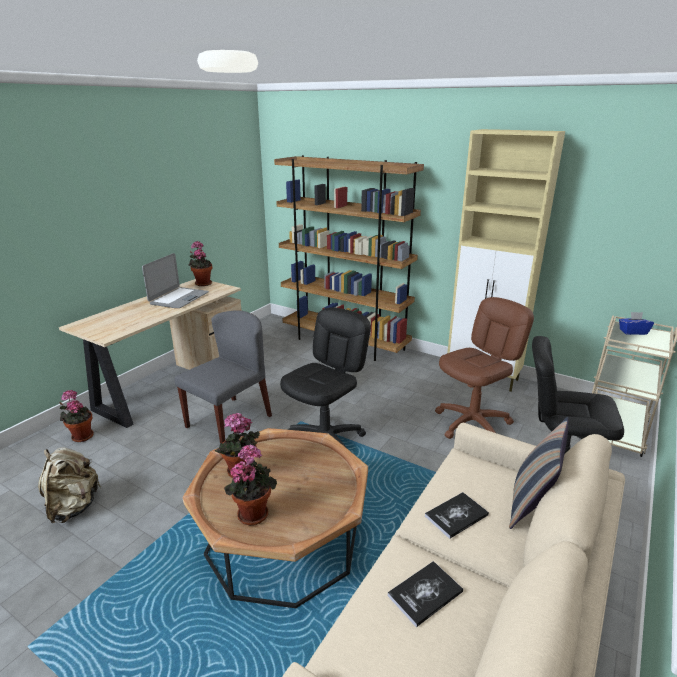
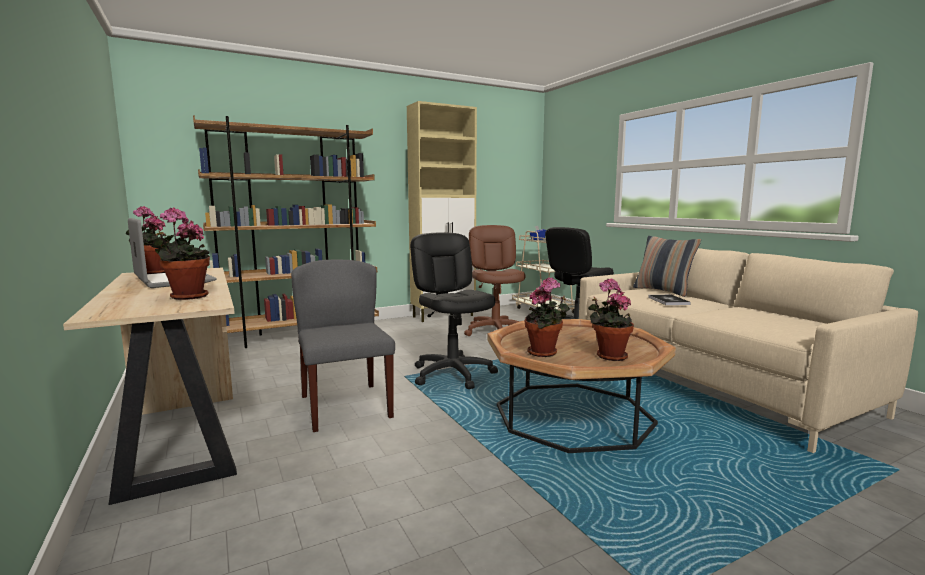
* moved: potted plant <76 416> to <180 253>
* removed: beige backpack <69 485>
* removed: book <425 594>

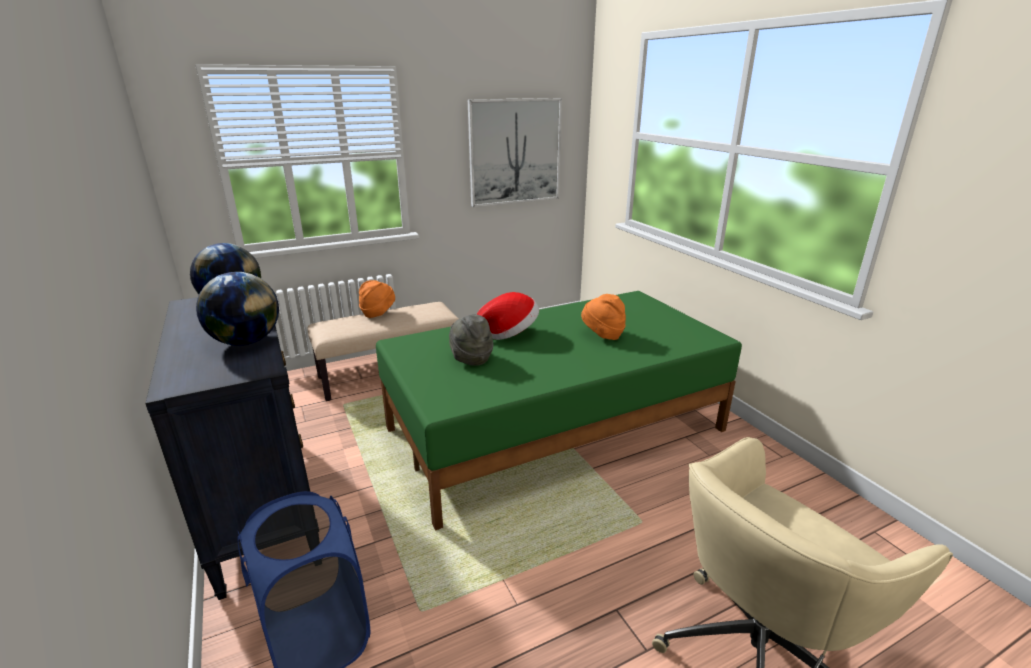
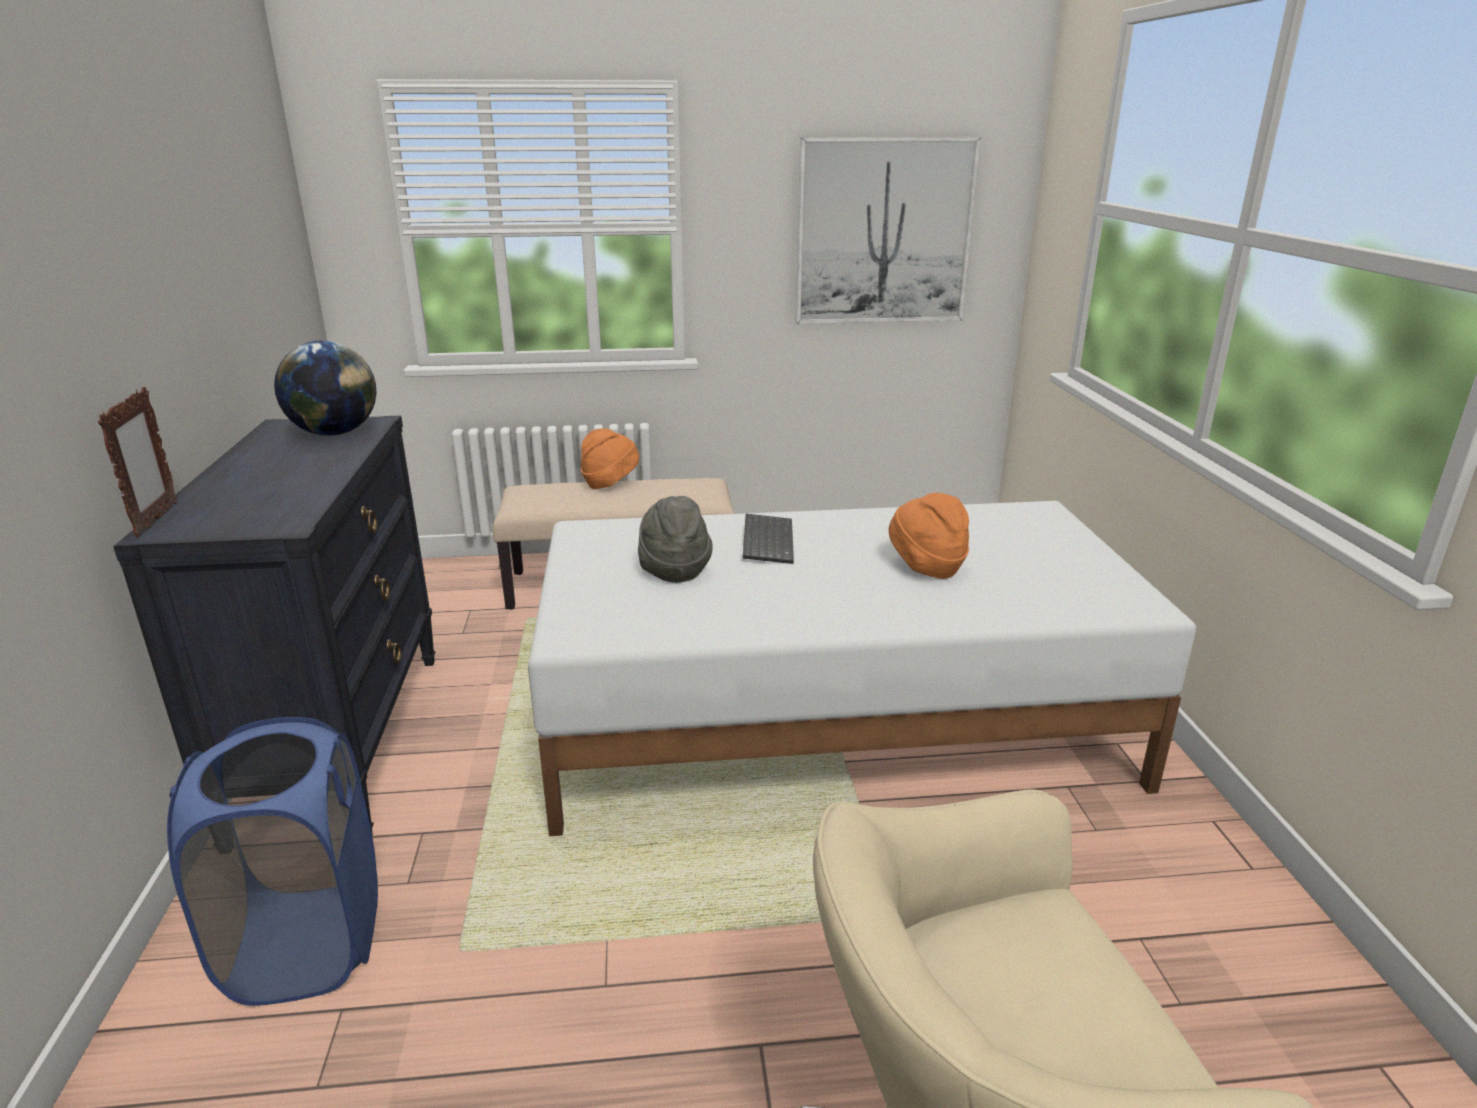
* removed: globe <237 309>
* recoloured: green bed <559 411> to white bed <862 668>
* replaced: hat <508 316> to keyboard <768 539>
* added: picture frame <137 462>

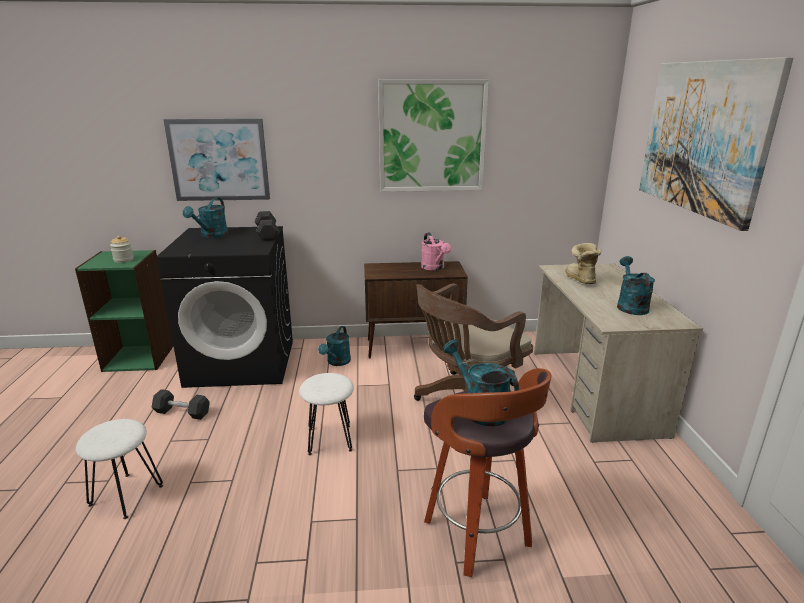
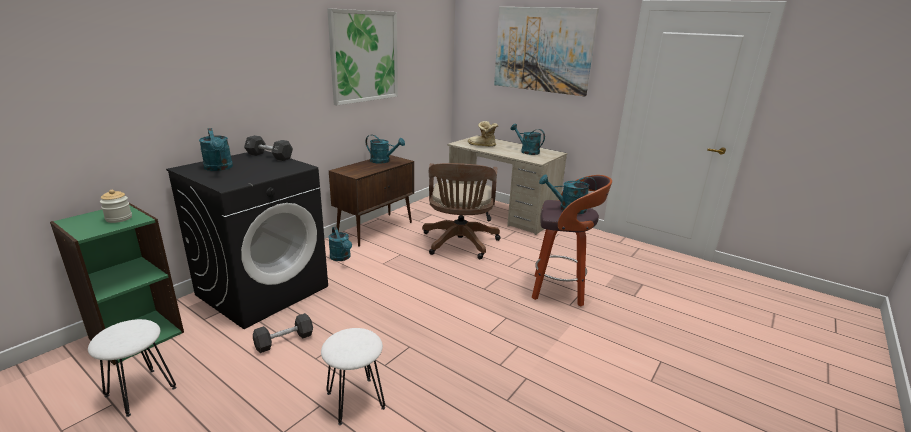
* removed: picture <216 160>
* recoloured: pink watering can <436 251> to turquoise watering can <385 149>
* moved: white stool <326 414> to <132 368>

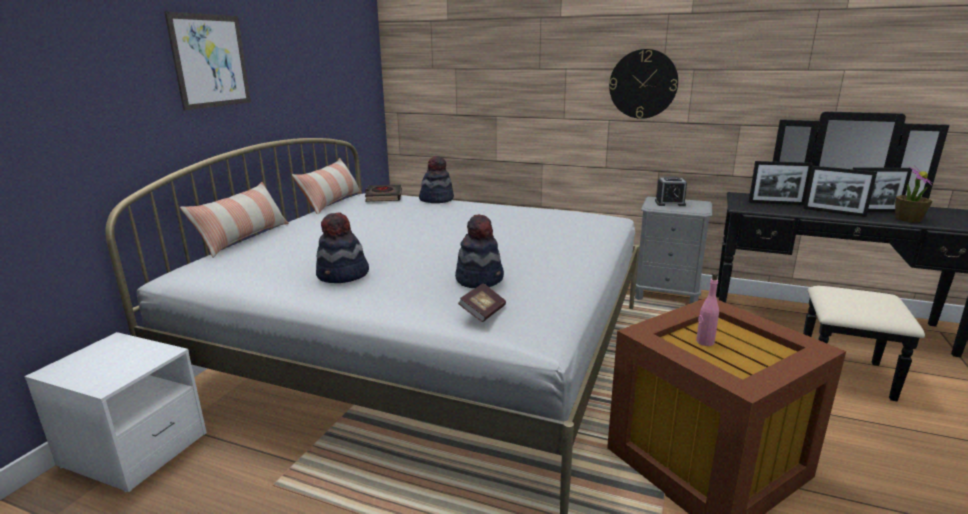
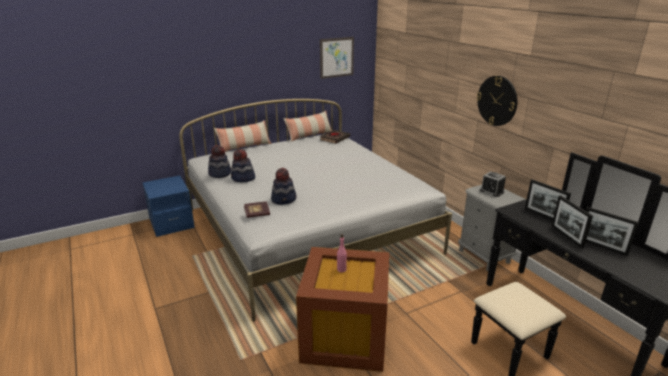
* moved: picture <207 61> to <337 58>
* moved: hat <436 179> to <219 161>
* removed: potted plant <914 194>
* recoloured: white nightstand <115 412> to blue nightstand <168 206>

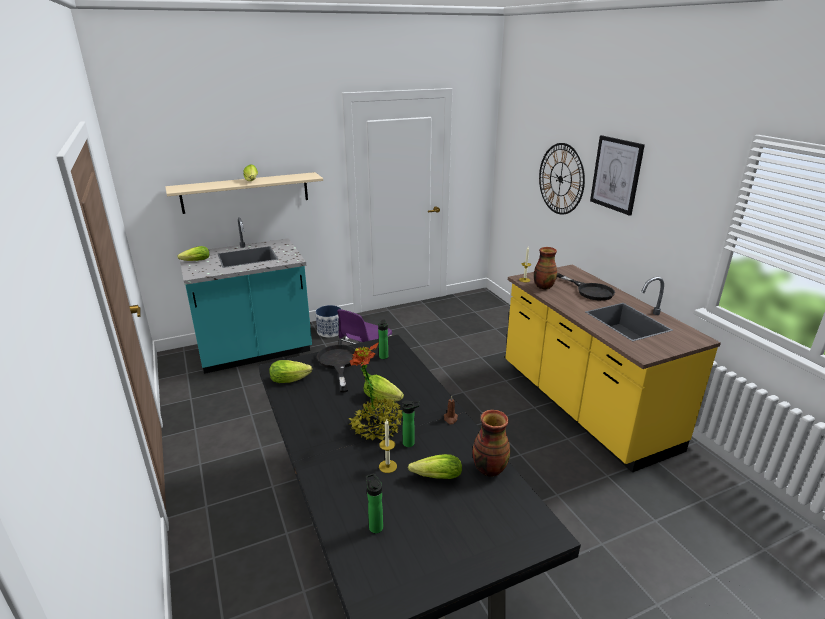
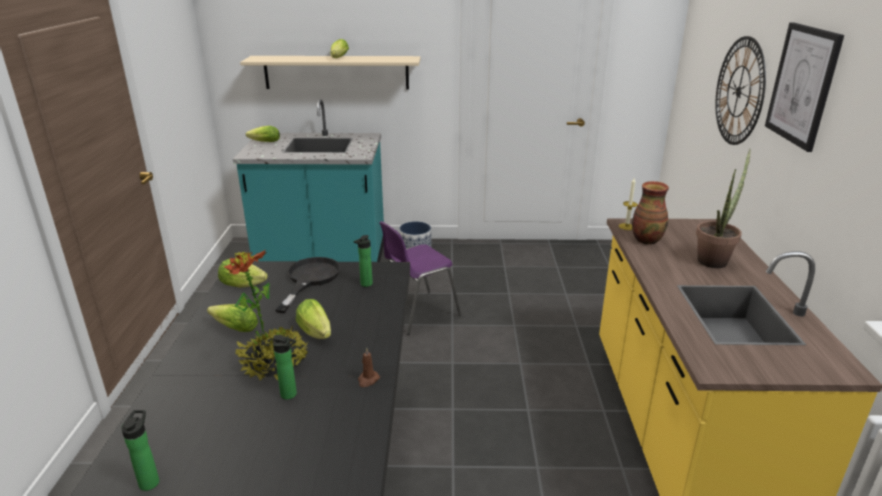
* replaced: black frying pan <586 287> to potted plant <723 208>
* removed: vase <491 443>
* removed: candle <388 446>
* moved: lettuce <435 466> to <232 318>

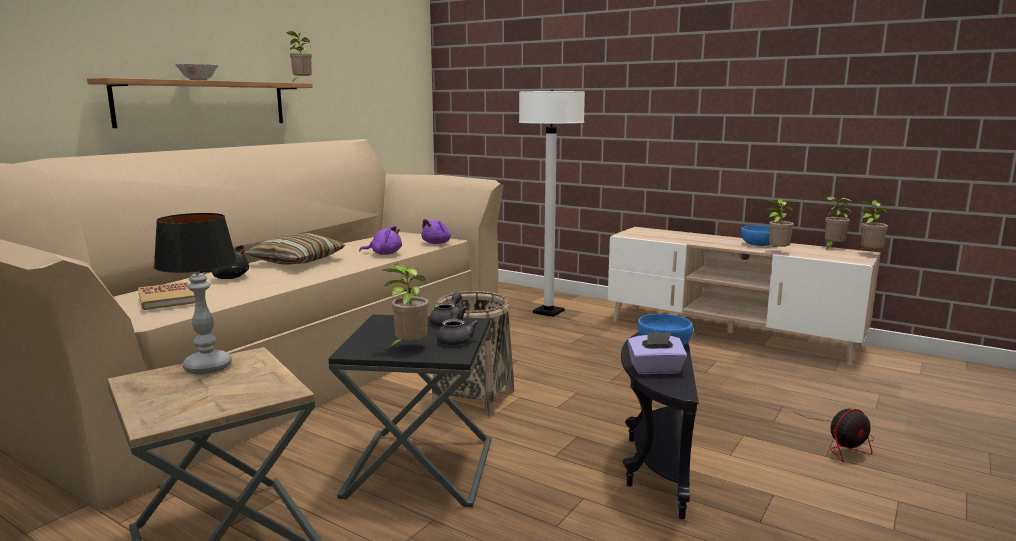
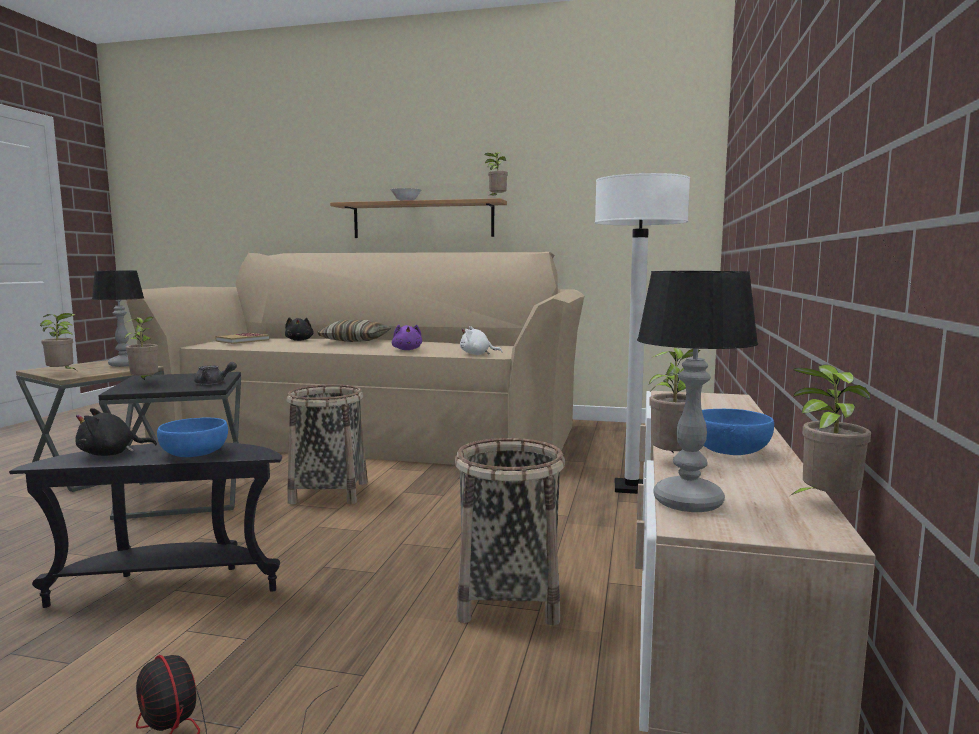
* moved: potted plant <872 225> to <58 342>
* recoloured: purple plush toy <436 231> to white plush toy <481 340>
* removed: grey teapot <458 326>
* replaced: purple tissue box <657 353> to black plush toy <116 432>
* added: table lamp <697 391>
* added: basket <510 531>

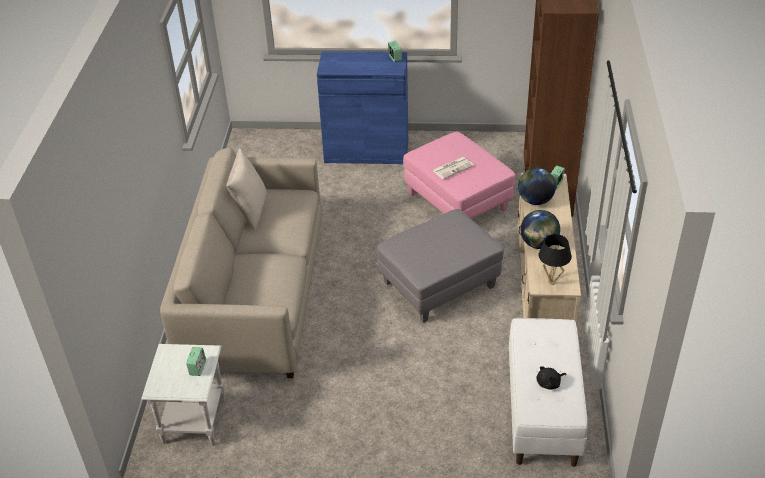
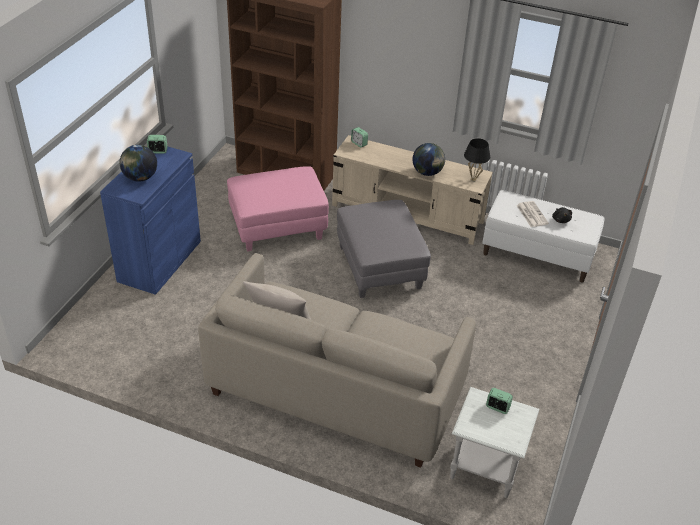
* moved: newspaper <453 168> to <533 214>
* moved: globe <537 186> to <138 163>

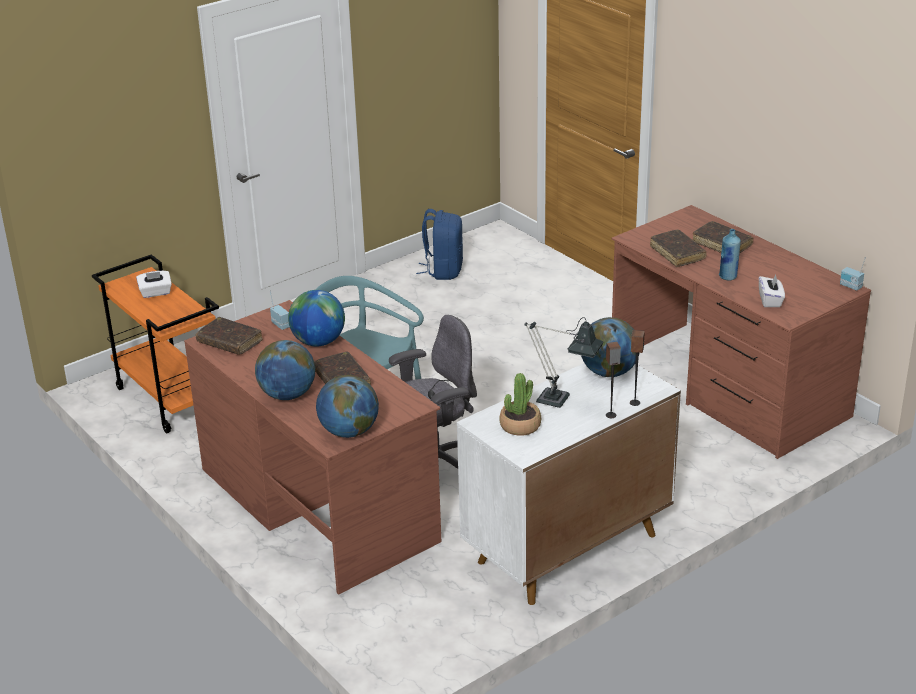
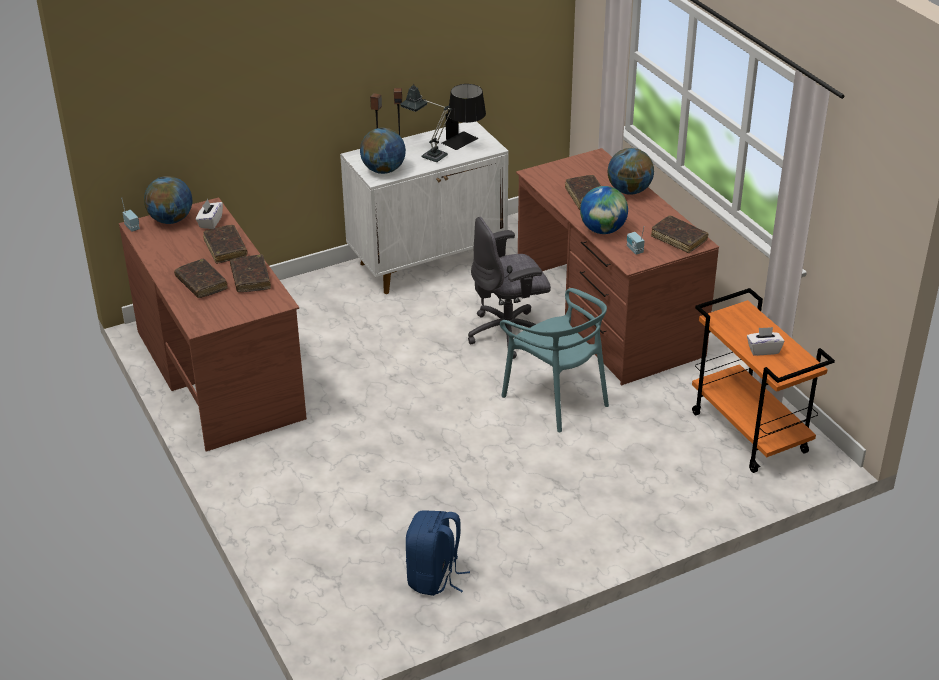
* replaced: blue bottle <730 255> to brown book <225 244>
* replaced: potted plant <520 404> to black table lamp <464 117>
* moved: globe <347 406> to <168 200>

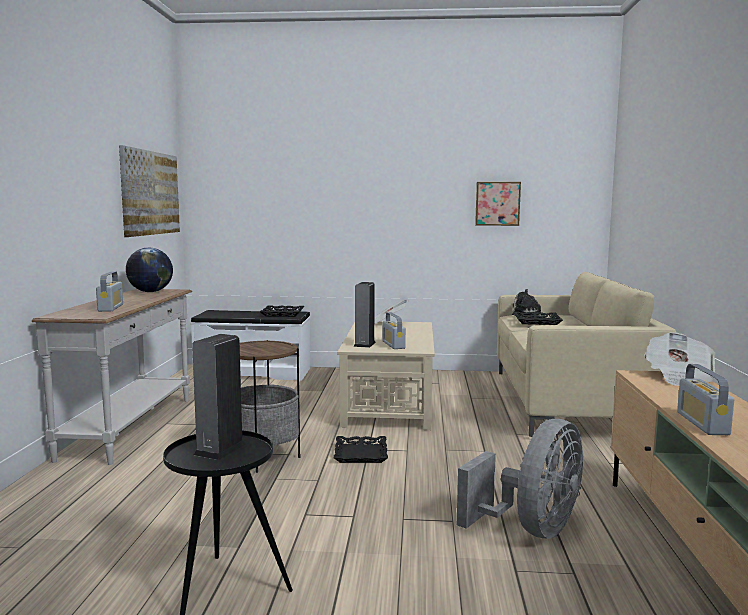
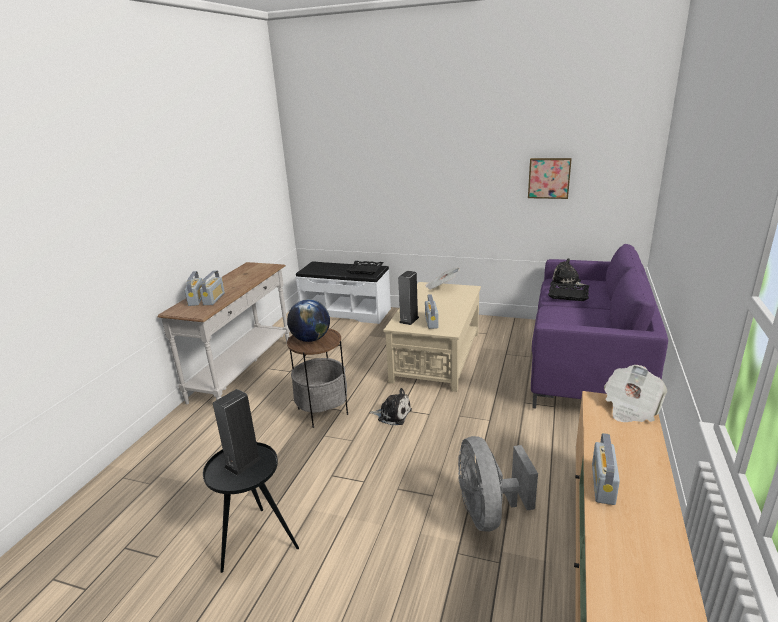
* removed: picture <149 191>
* moved: globe <149 270> to <308 320>
* recoloured: beige sofa <586 354> to purple sofa <599 326>
* turned: grey fan <520 479> = <498 483> 120 degrees clockwise
* replaced: black tray <361 449> to plush toy <390 406>
* added: radio <193 288>

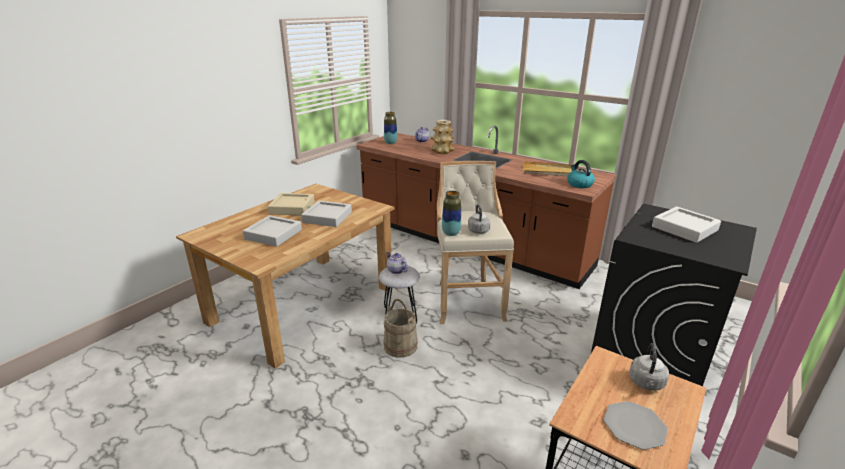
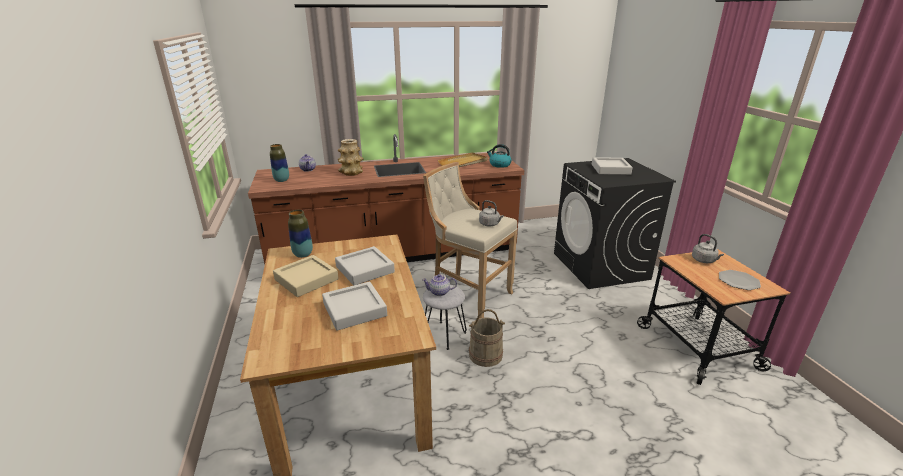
* moved: vase <451 213> to <300 234>

